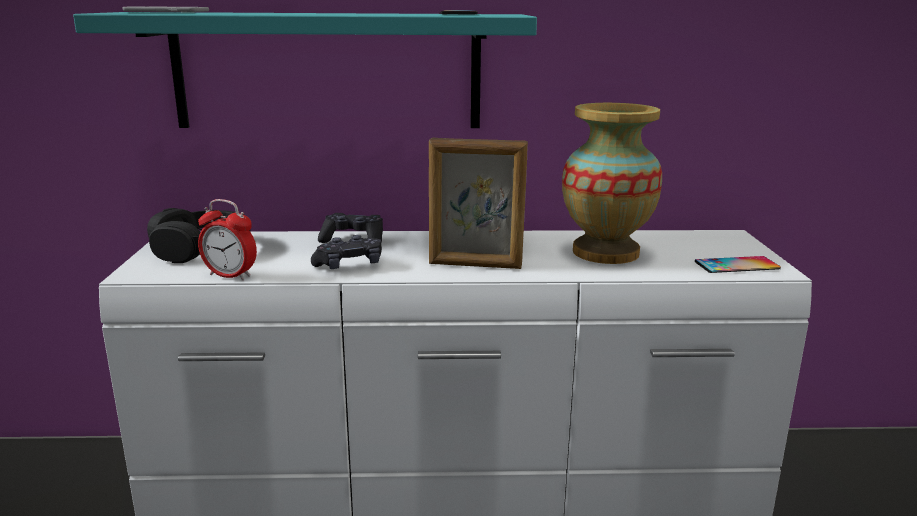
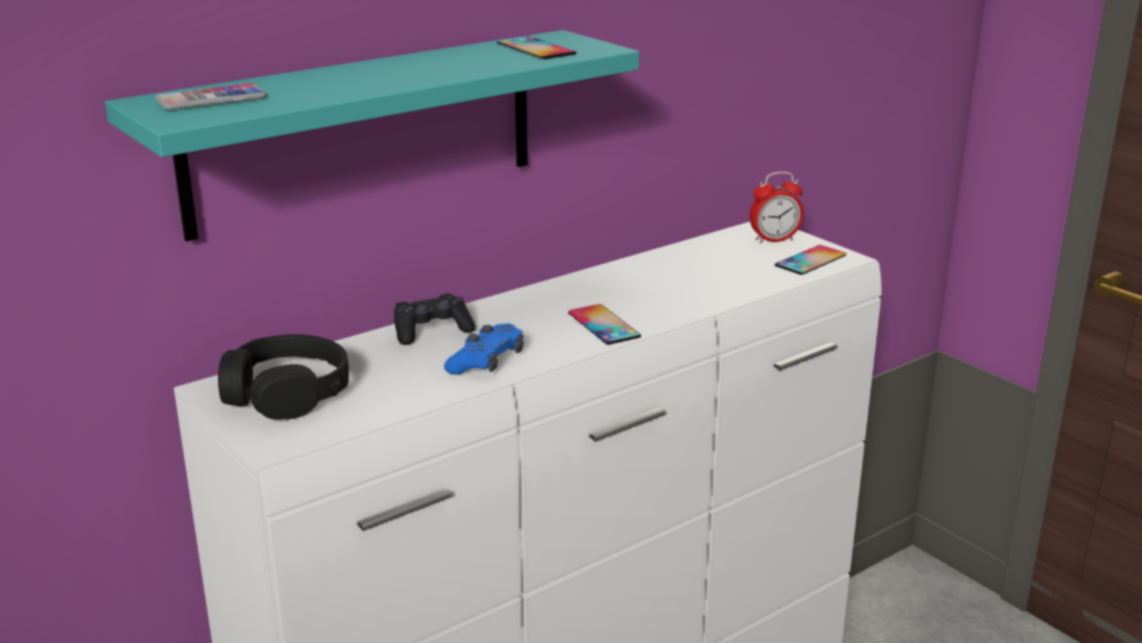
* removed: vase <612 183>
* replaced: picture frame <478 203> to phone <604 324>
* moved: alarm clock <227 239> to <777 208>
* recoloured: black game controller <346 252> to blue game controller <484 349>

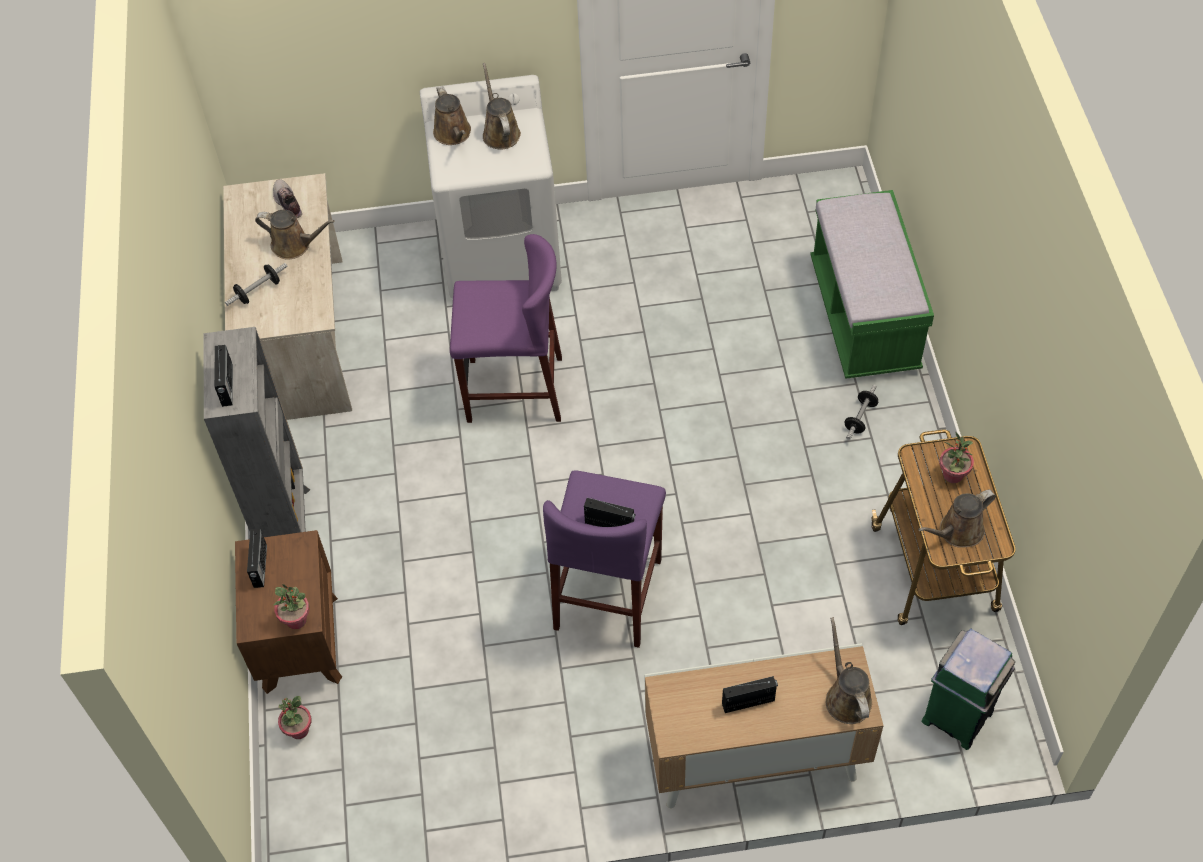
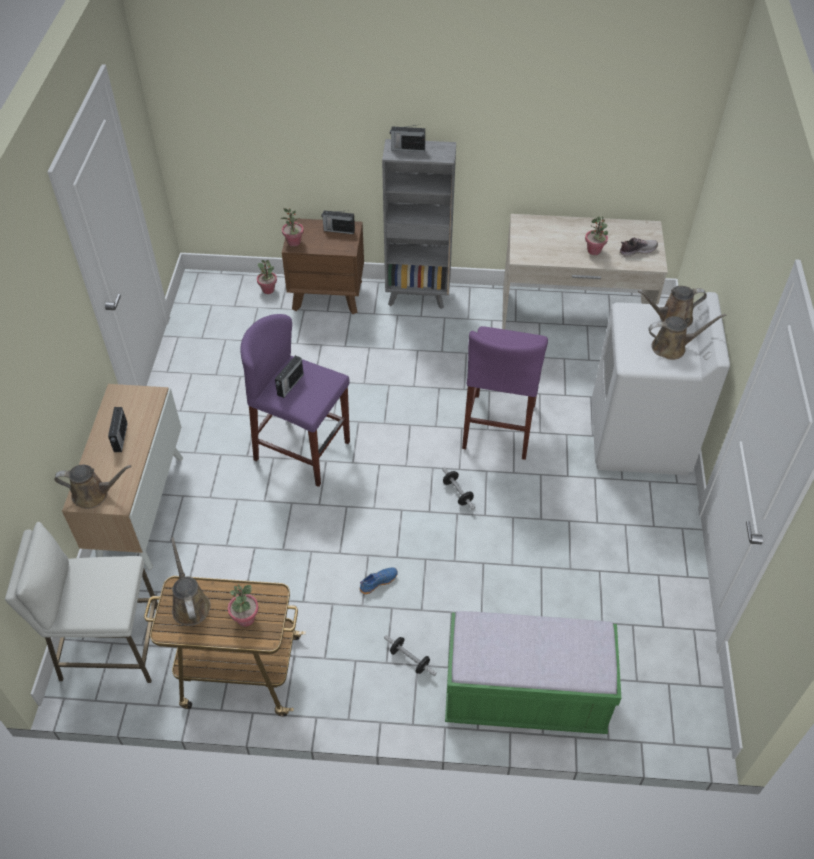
* replaced: brown watering can <294 235> to potted plant <596 235>
* moved: dumbbell <256 284> to <458 488>
* replaced: green trash can <968 689> to white stool <81 602>
* added: blue shoe <379 581>

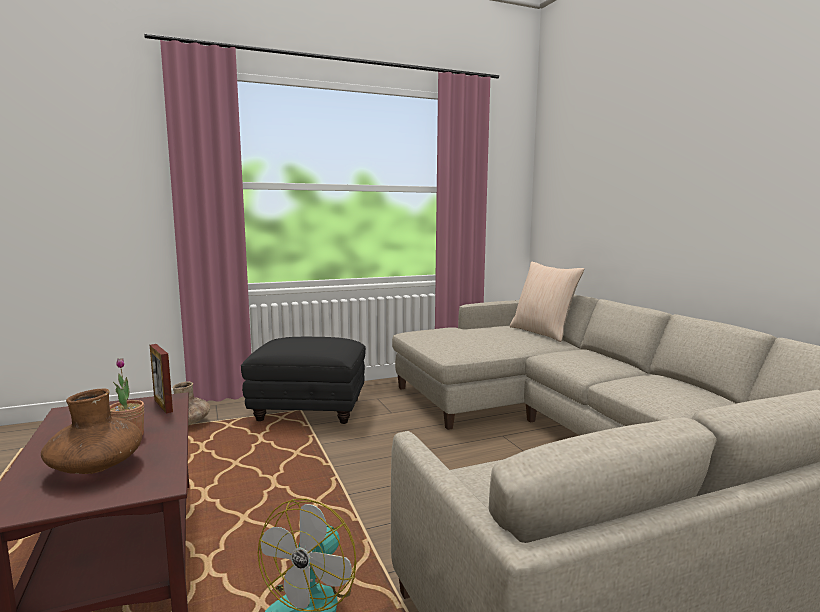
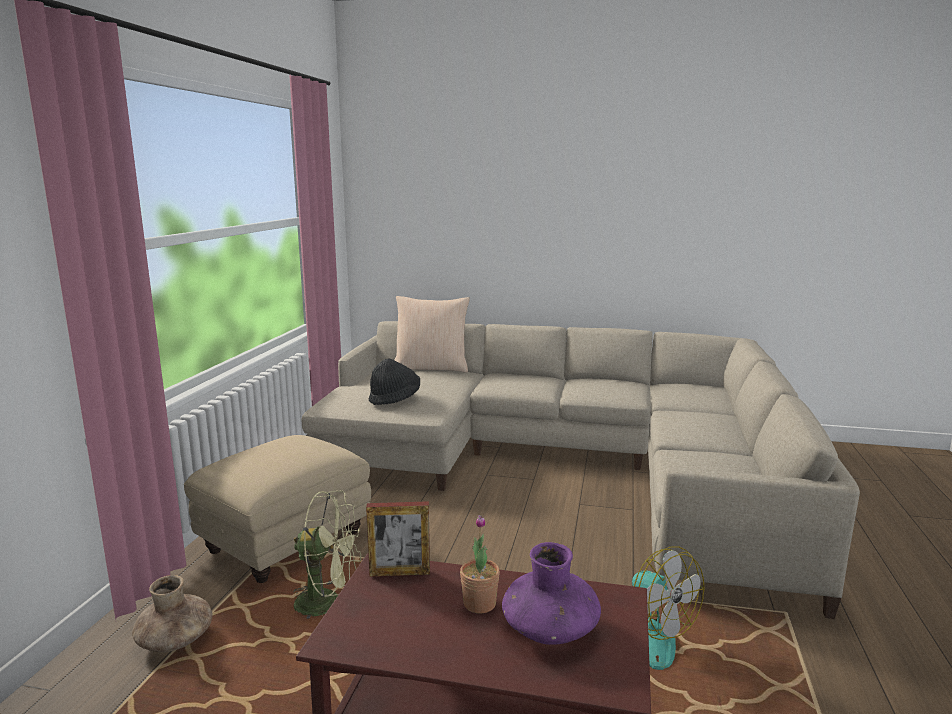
* recoloured: black ottoman <303 380> to beige ottoman <277 509>
* recoloured: brown vase <91 431> to purple vase <551 593>
* added: black hat <394 381>
* added: green fan <327 555>

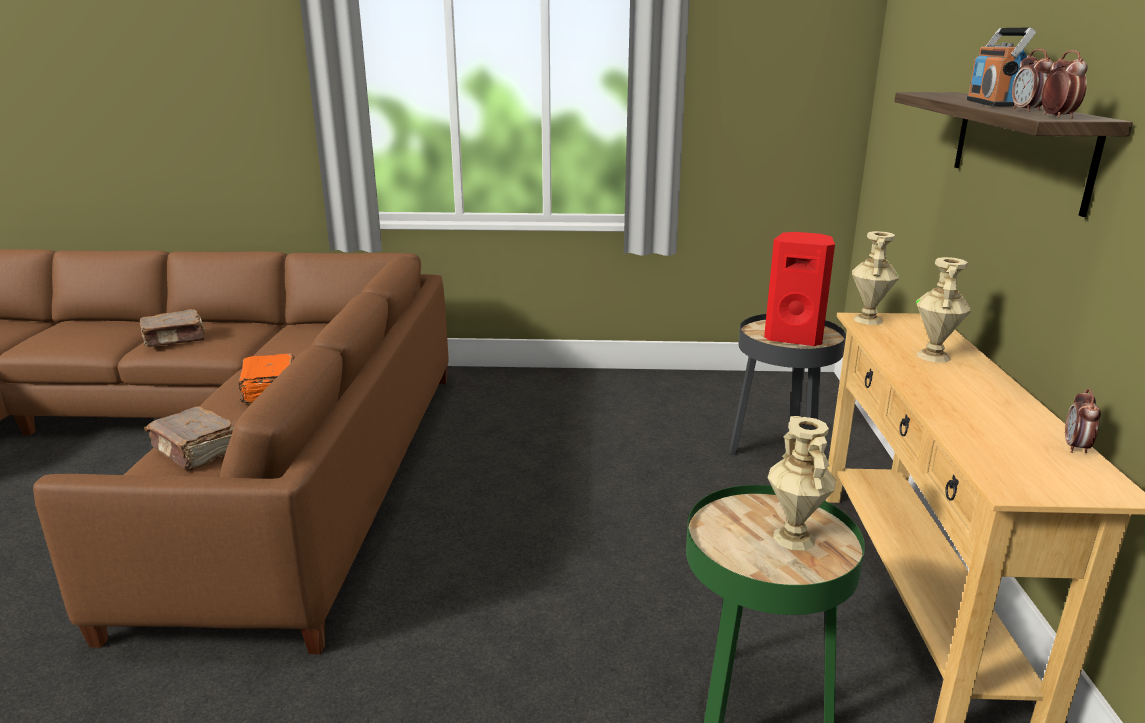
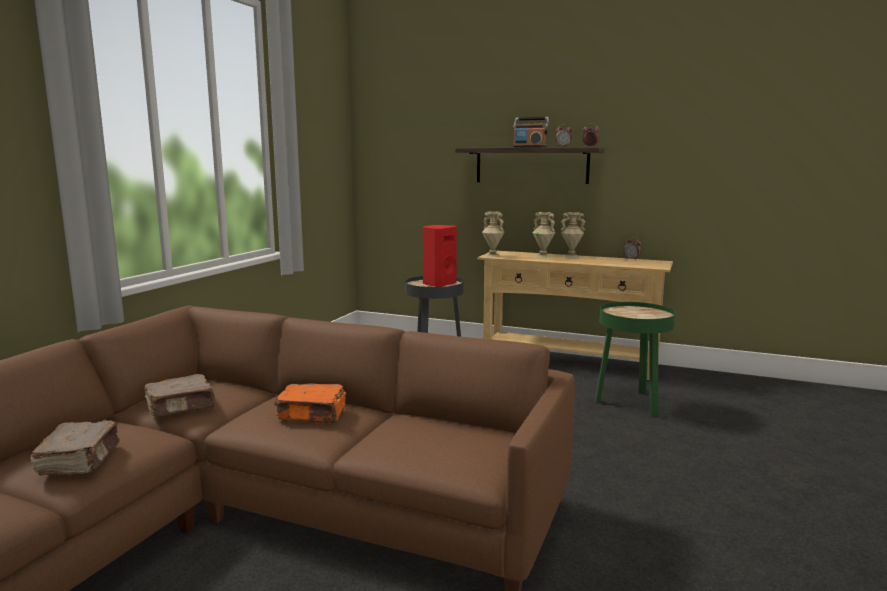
* moved: brown book <189 438> to <179 395>
* moved: beige vase <801 483> to <573 235>

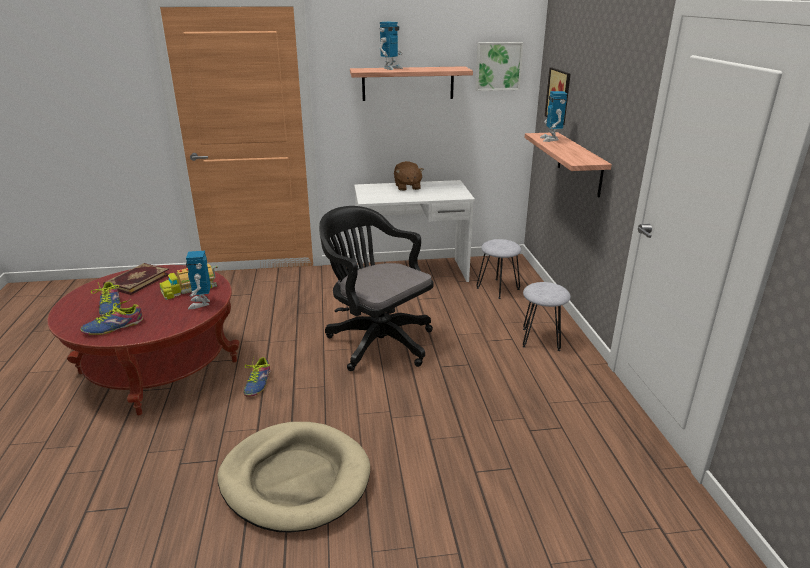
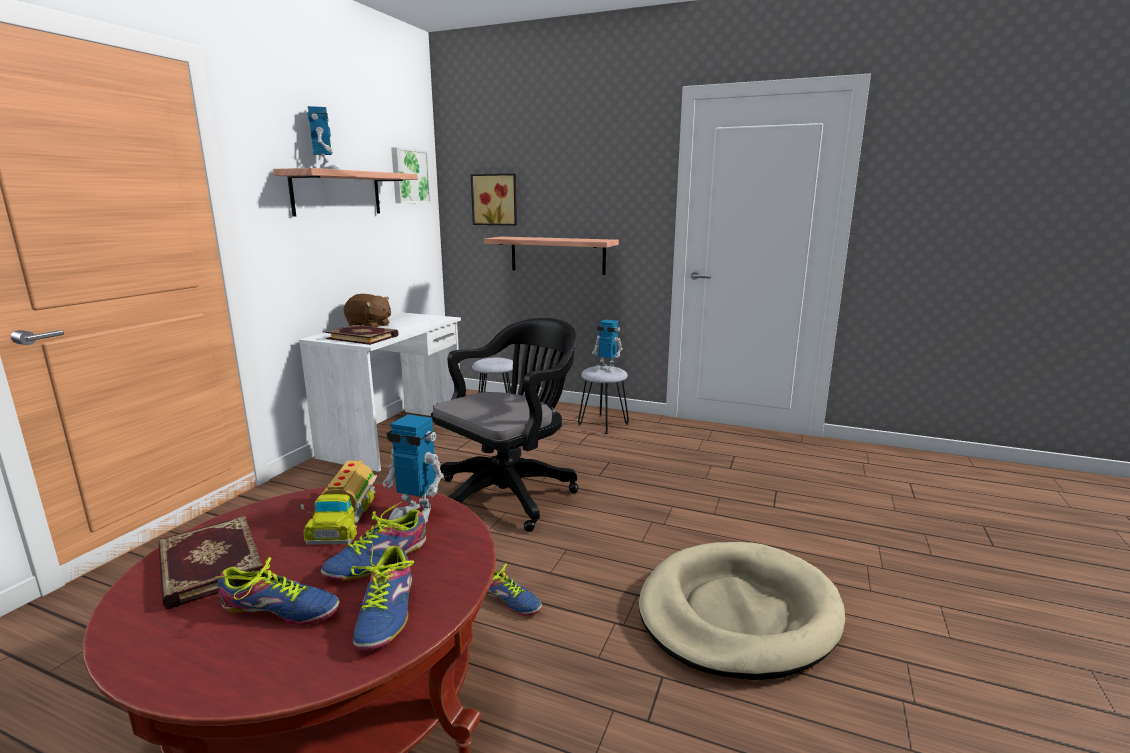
* moved: toy robot <553 116> to <607 346>
* turned: black office chair <376 288> = <505 425> 150 degrees clockwise
* added: book <361 335>
* added: shoe <373 541>

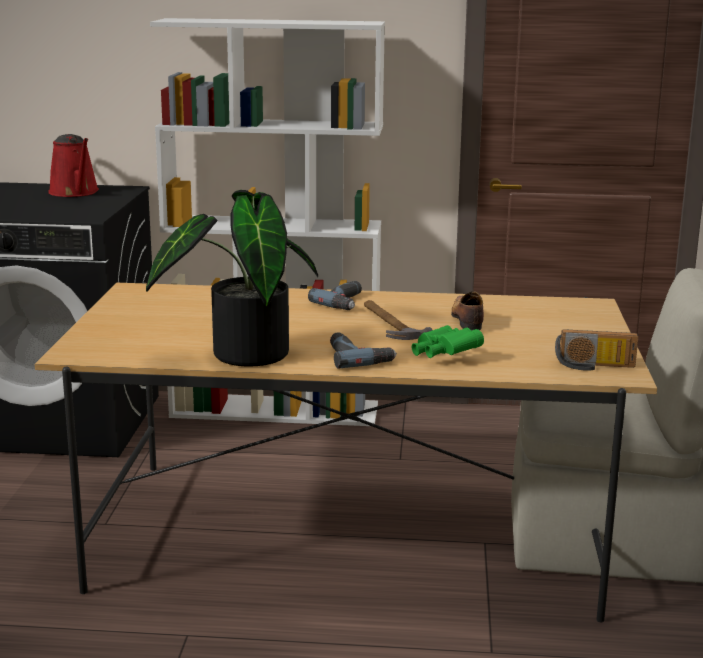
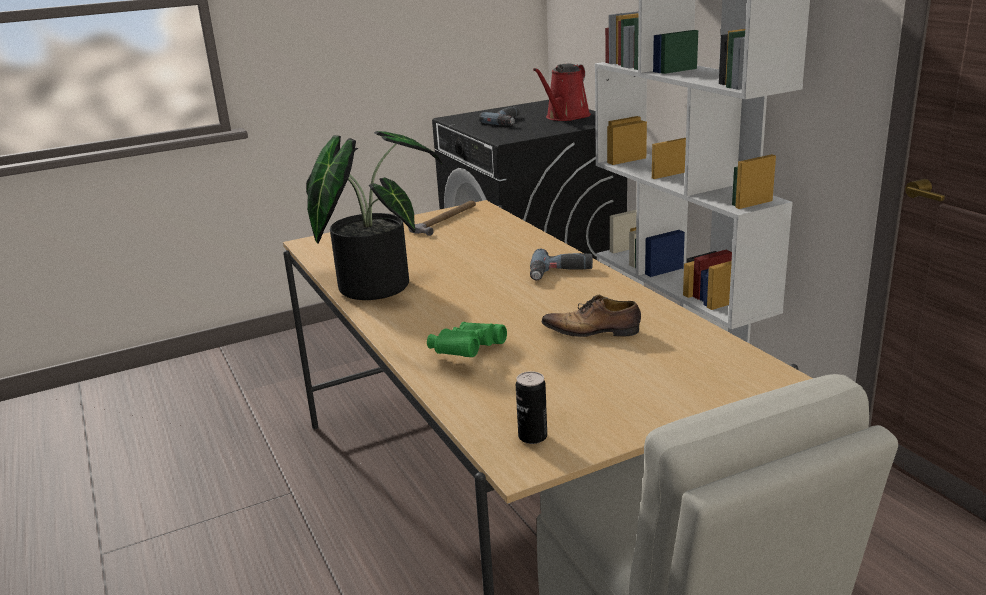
* turned: shoe <467 310> = <591 316> 135 degrees counterclockwise
* moved: hammer <398 320> to <442 218>
* replaced: radio <596 350> to can <531 407>
* moved: power drill <363 350> to <499 115>

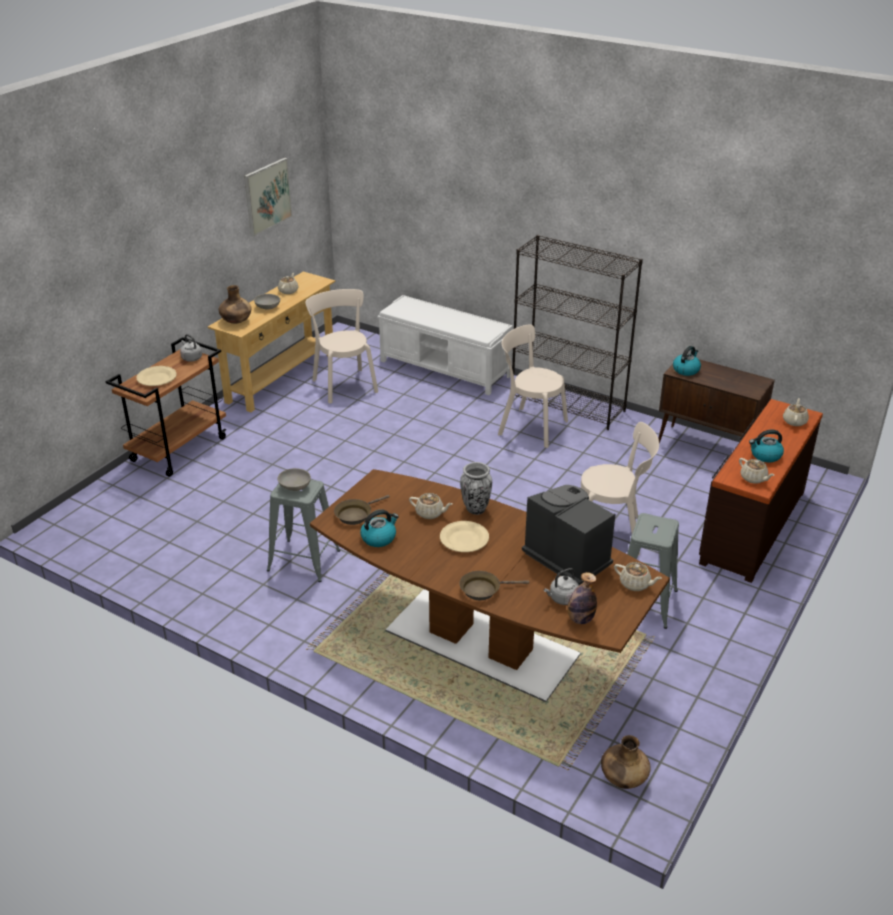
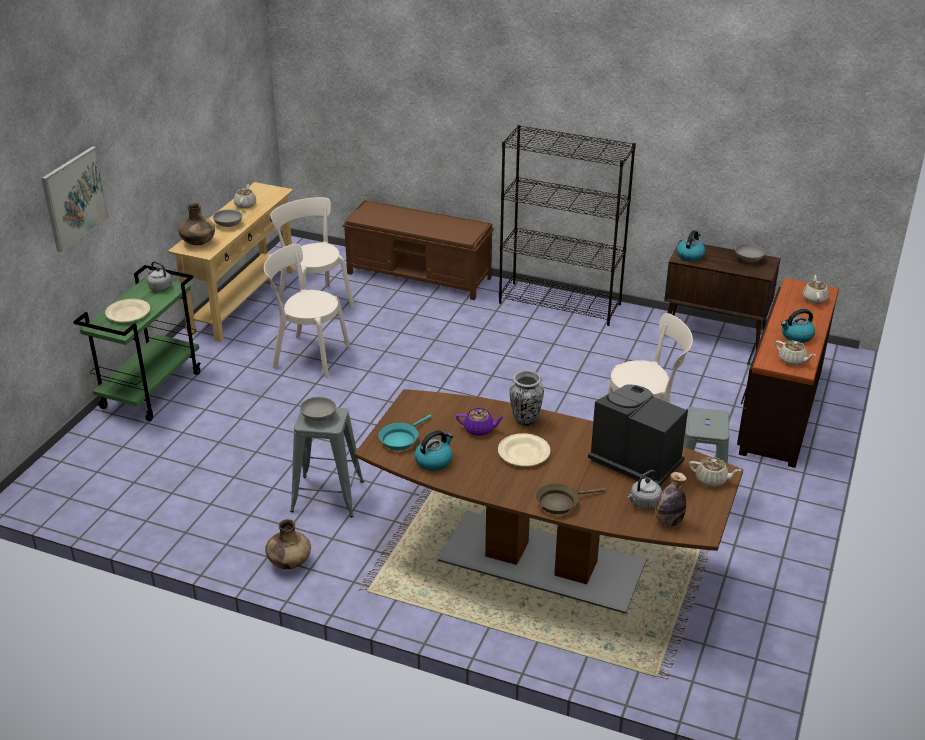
* moved: picture <268 197> to <75 199>
* recoloured: white bench <445 345> to brown bench <418 250>
* moved: beige chair <533 386> to <307 311>
* recoloured: brown cart <166 407> to green cart <137 343>
* recoloured: beige teapot <431 506> to purple teapot <480 422>
* recoloured: brown frying pan <362 510> to turquoise frying pan <405 432>
* moved: brown vase <626 762> to <288 544>
* added: grey bowl <750 252>

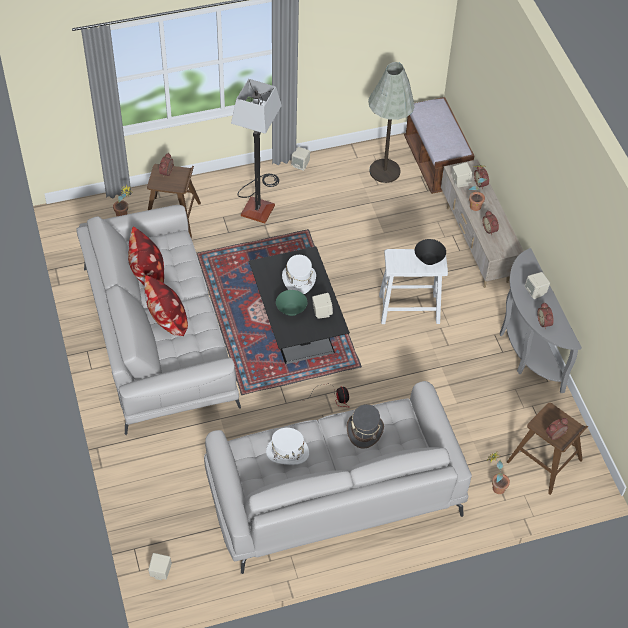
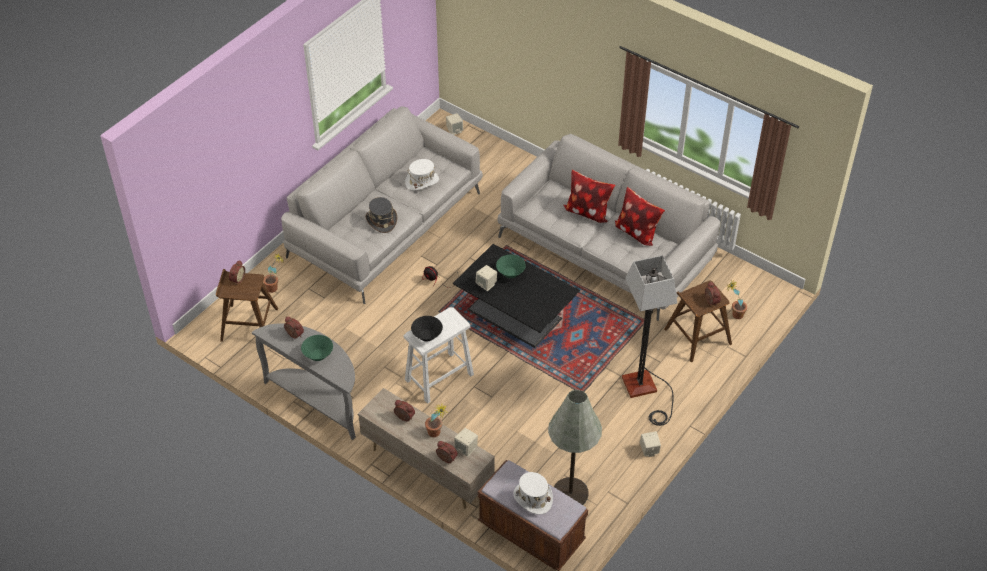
* moved: white hat <299 274> to <533 493>
* replaced: beige speaker <537 285> to green bowl <317 348>

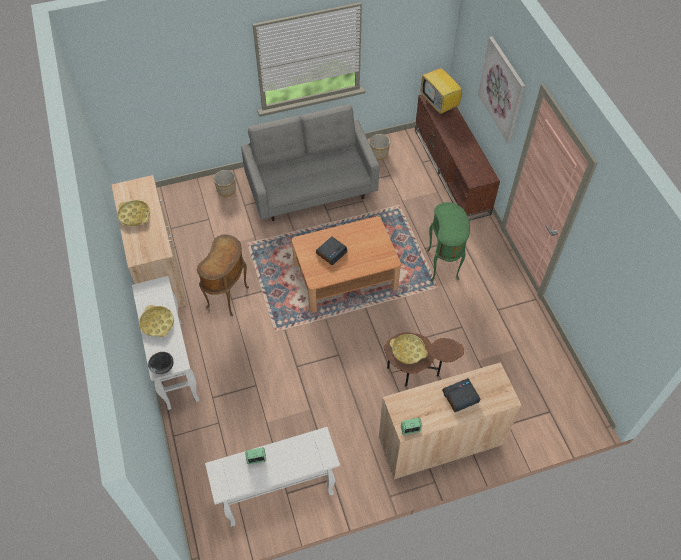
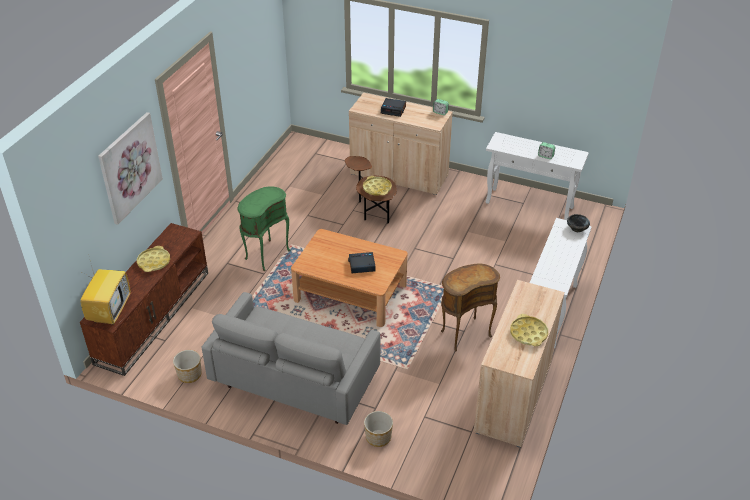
* moved: yellow tray <156 321> to <153 259>

